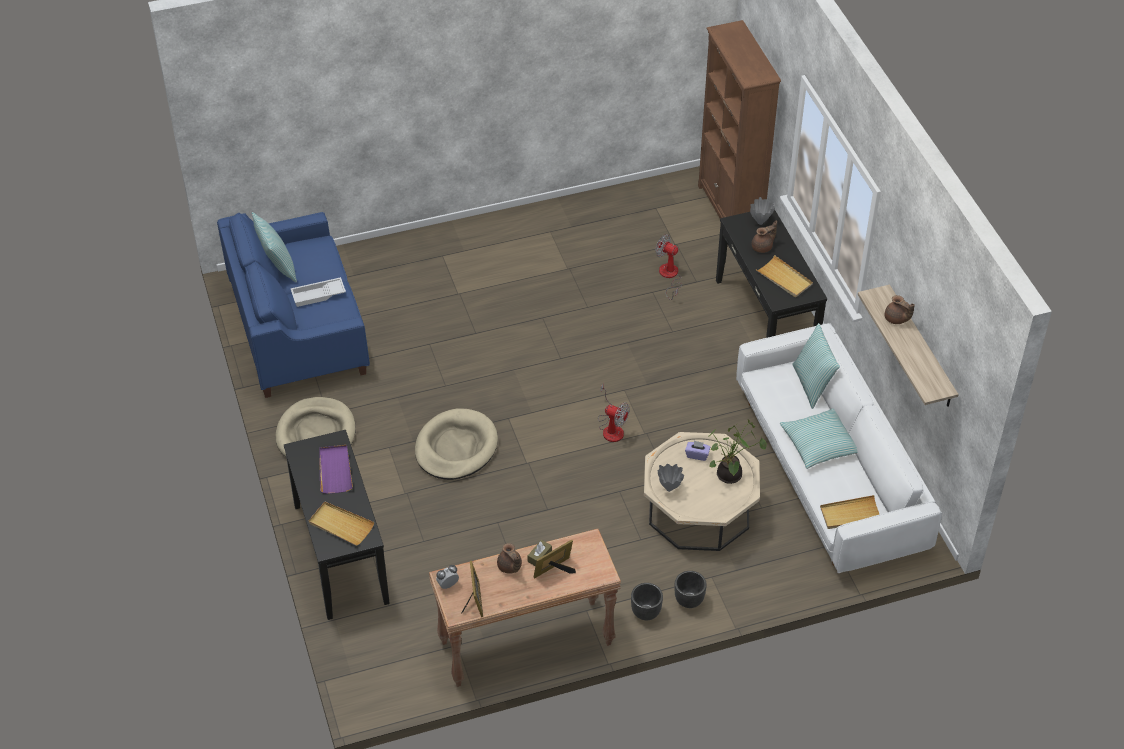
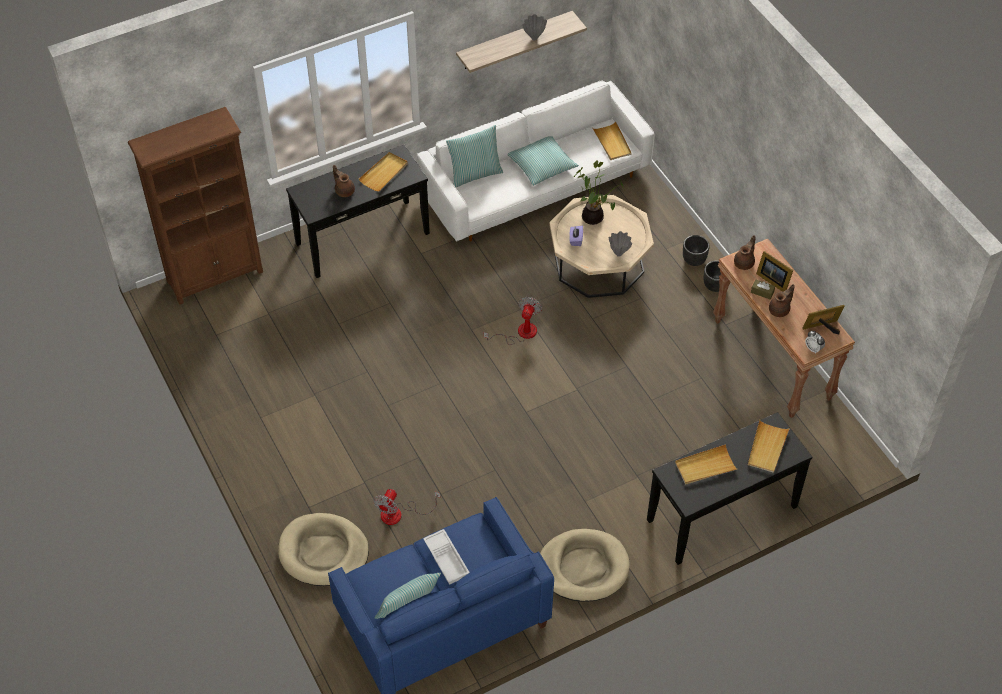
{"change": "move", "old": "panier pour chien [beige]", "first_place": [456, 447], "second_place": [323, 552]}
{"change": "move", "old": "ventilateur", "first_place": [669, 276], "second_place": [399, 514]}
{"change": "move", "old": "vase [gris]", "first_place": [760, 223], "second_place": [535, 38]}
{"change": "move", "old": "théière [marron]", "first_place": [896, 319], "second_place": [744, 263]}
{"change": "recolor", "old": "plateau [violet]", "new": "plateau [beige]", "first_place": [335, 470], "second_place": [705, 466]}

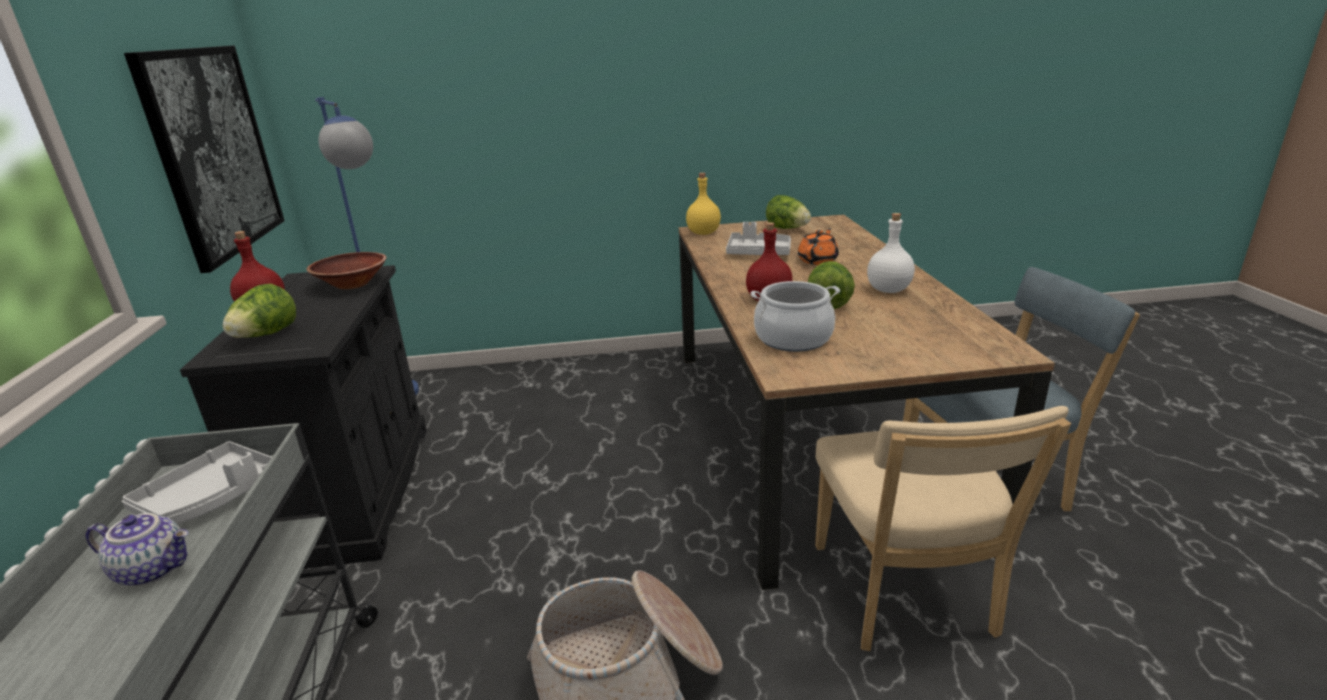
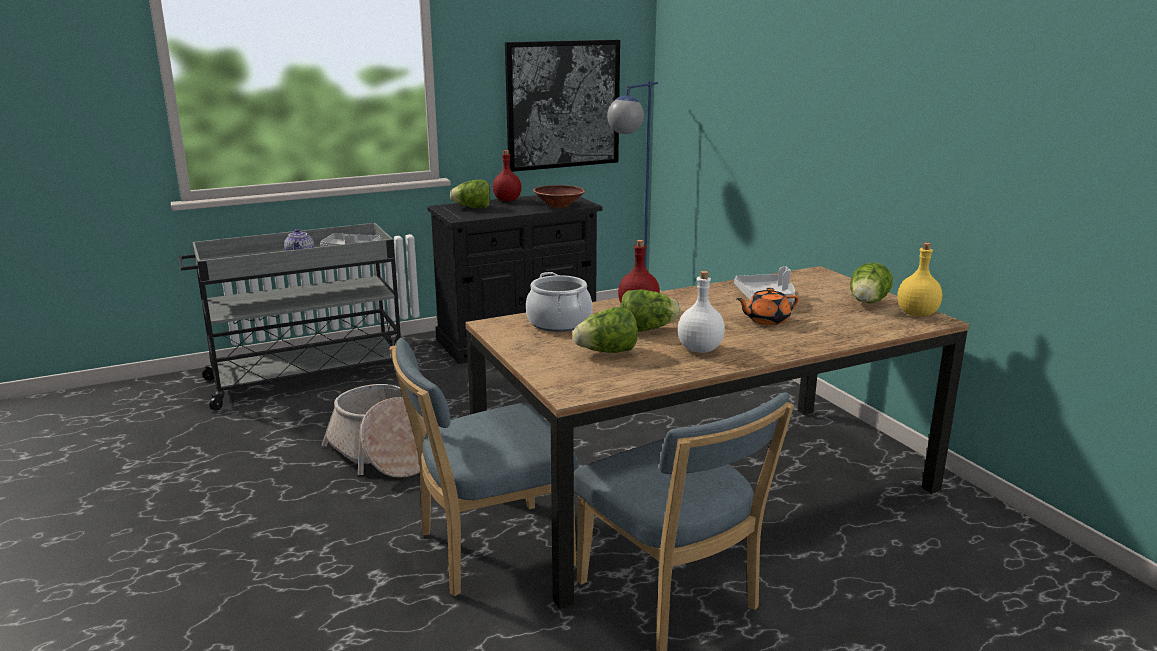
{"change": "insert", "new": "laitue", "second_place": [607, 352]}
{"change": "move", "old": "bouteille [jaune]", "first_place": [703, 233], "second_place": [917, 314]}
{"change": "recolor", "old": "chaise [beige]", "new": "chaise [bleu]", "first_place": [905, 596], "second_place": [487, 551]}
{"change": "rotate", "old": "théière [orange]", "first_place": [818, 260], "second_place": [766, 320], "degrees": 150}

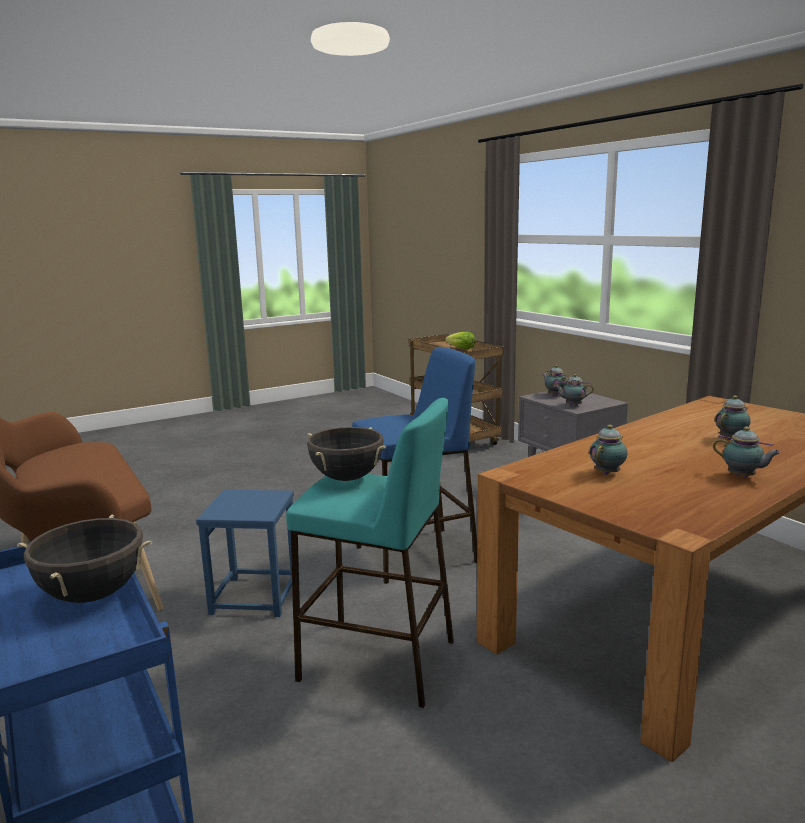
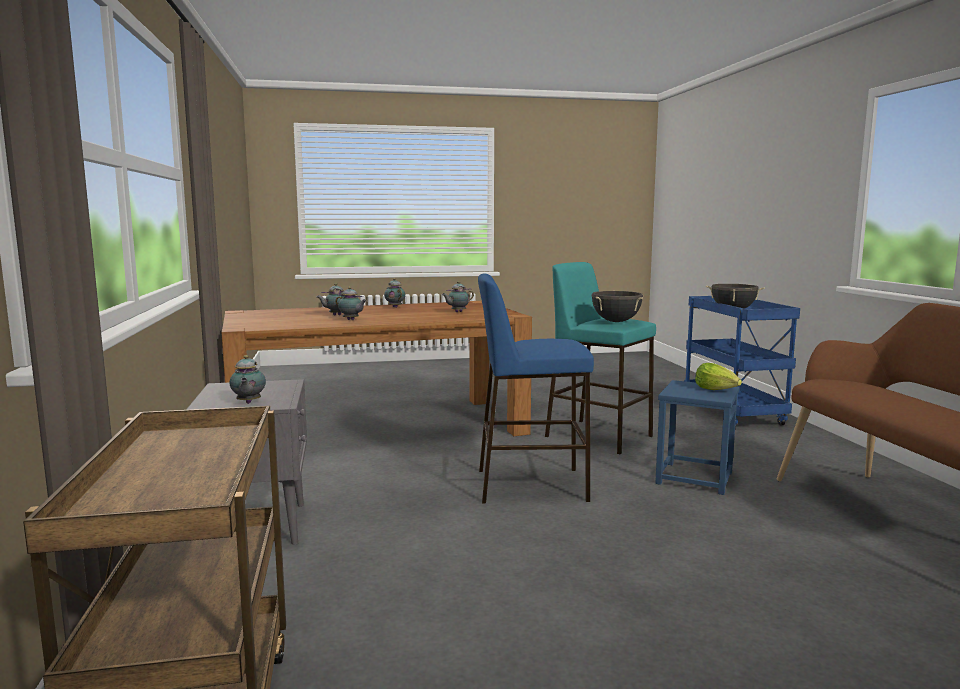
{"change": "move", "old": "laitue", "first_place": [460, 348], "second_place": [716, 390]}
{"change": "move", "old": "théière", "first_place": [572, 405], "second_place": [351, 320]}

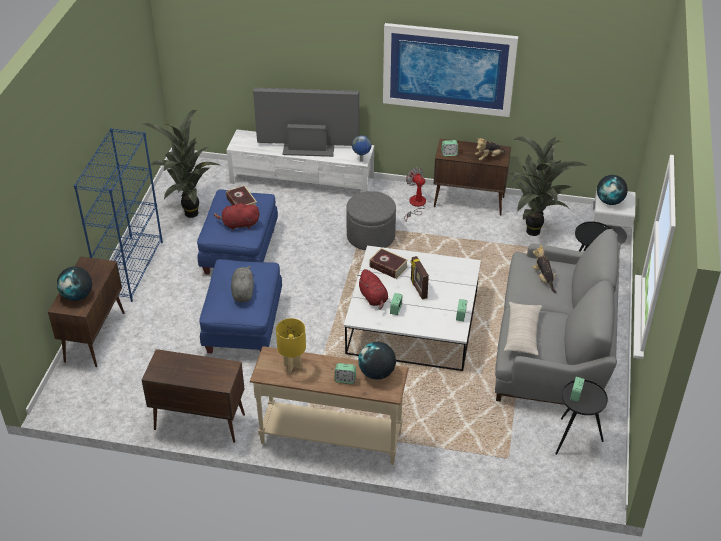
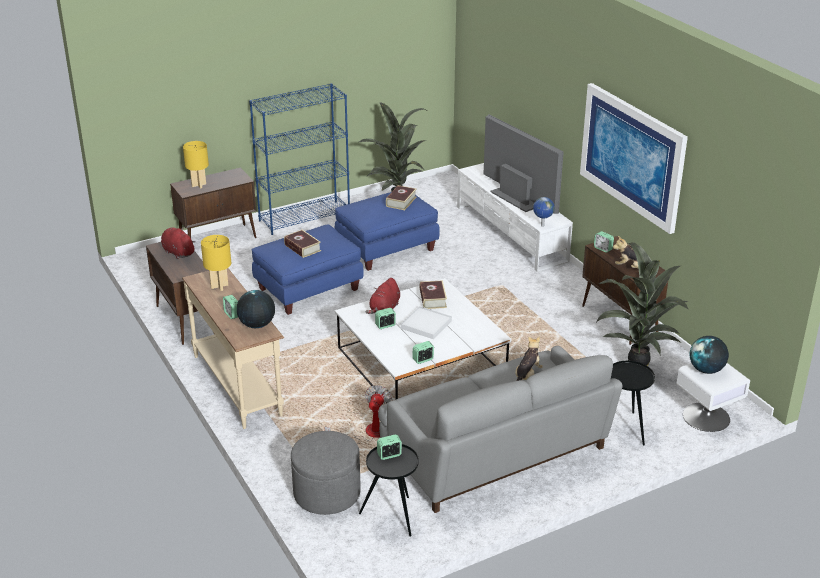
{"change": "delete", "old": "coussin [beige]", "first_place": [522, 333]}
{"change": "move", "old": "peluche [rouge]", "first_place": [239, 224], "second_place": [178, 252]}
{"change": "move", "old": "pouf [gris]", "first_place": [371, 236], "second_place": [327, 493]}
{"change": "move", "old": "ventilateur", "first_place": [416, 205], "second_place": [368, 433]}
{"change": "replace", "old": "globe", "new": "lampe de table [jaune]", "first_place": [77, 296], "second_place": [199, 185]}
{"change": "replace", "old": "peluche [gris]", "new": "livre", "first_place": [243, 292], "second_place": [302, 248]}
{"change": "replace", "old": "cadre photo", "new": "plateau [blanc]", "first_place": [418, 289], "second_place": [426, 325]}

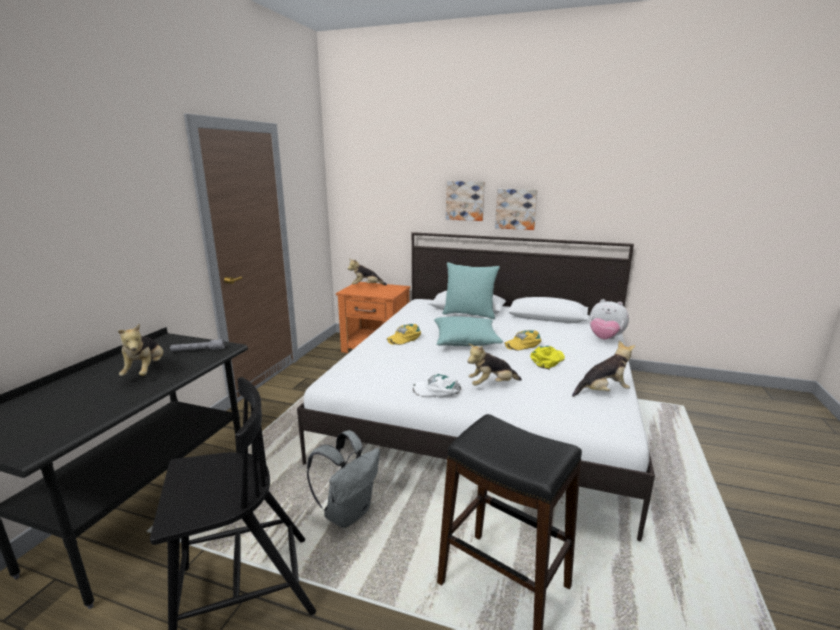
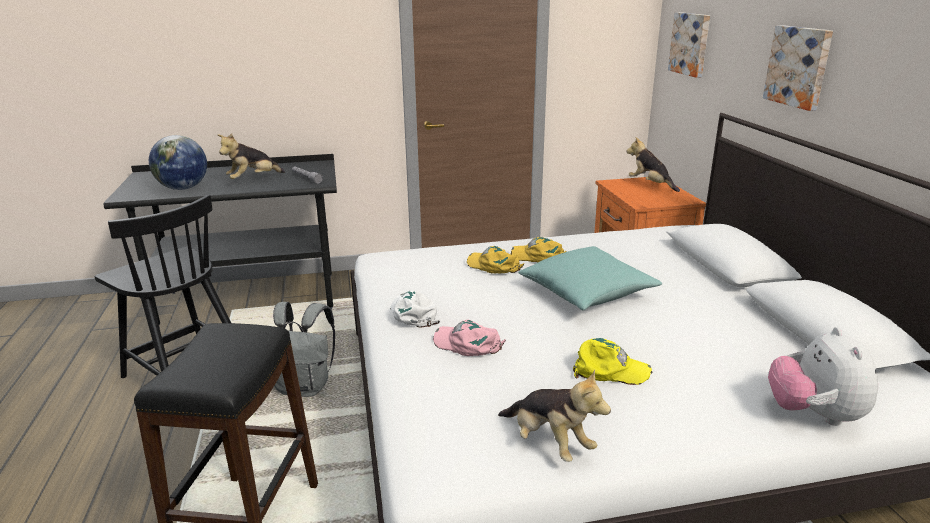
{"change": "delete", "old": "coussin [turquoise]", "first_place": [469, 314]}
{"change": "insert", "new": "globe", "second_place": [183, 188]}
{"change": "move", "old": "tableau", "first_place": [516, 209], "second_place": [691, 44]}
{"change": "move", "old": "casquette [jaune]", "first_place": [523, 344], "second_place": [494, 266]}
{"change": "replace", "old": "peluche", "new": "casquette [rose]", "first_place": [491, 385], "second_place": [468, 344]}

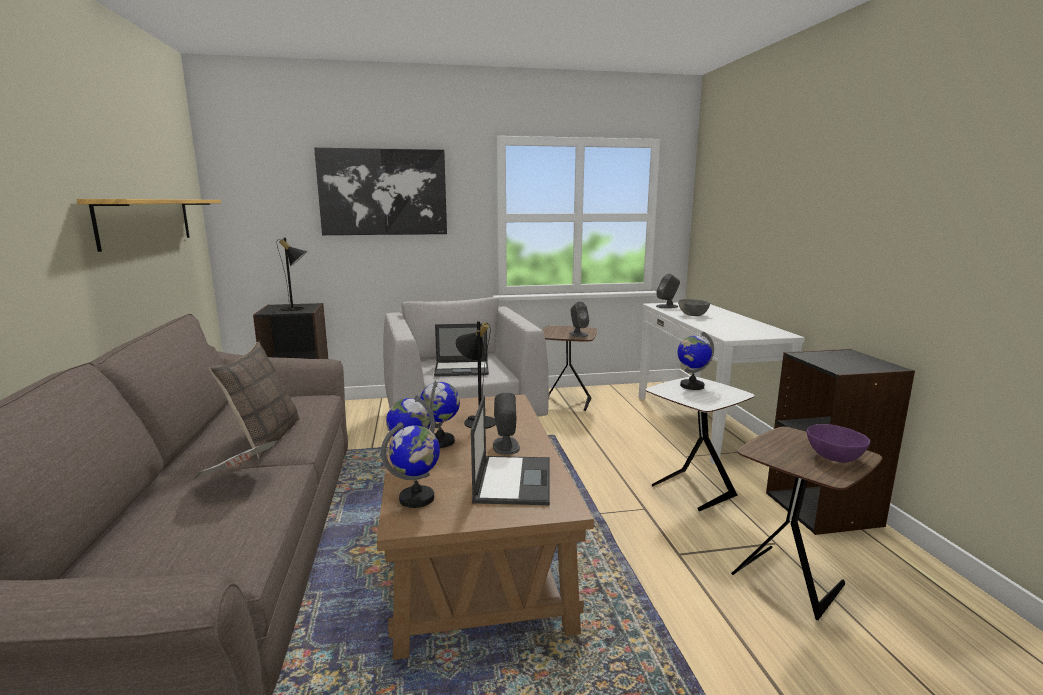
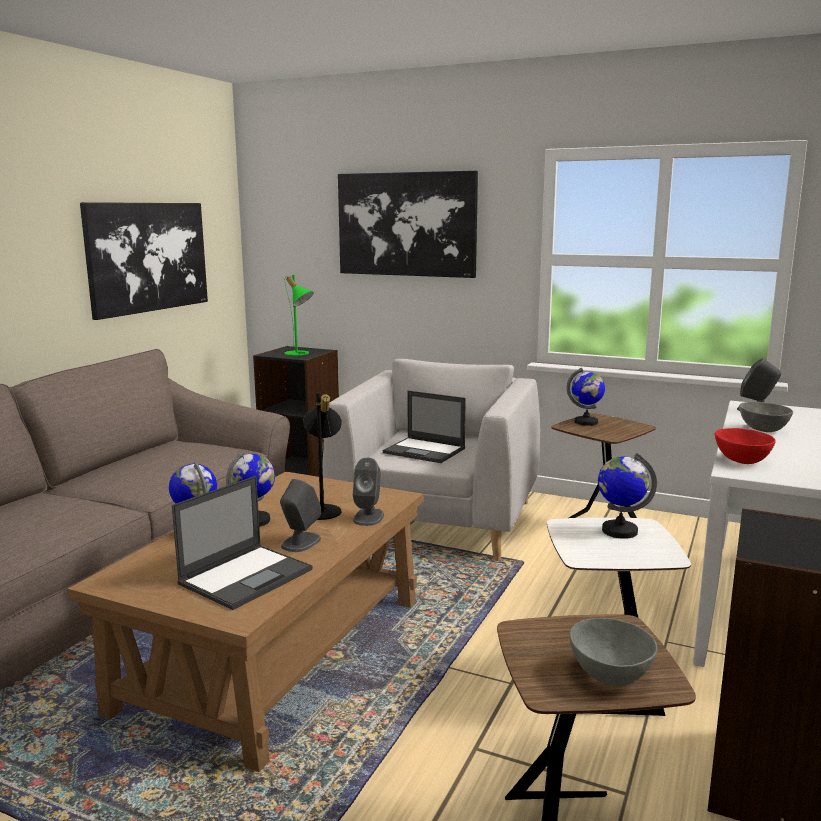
{"change": "delete", "old": "journal", "first_place": [237, 480]}
{"change": "delete", "old": "coussin", "first_place": [265, 438]}
{"change": "insert", "new": "bol [rouge]", "second_place": [741, 460]}
{"change": "move", "old": "globe", "first_place": [417, 499], "second_place": [586, 422]}
{"change": "move", "old": "enceinte [gris]", "first_place": [578, 334], "second_place": [368, 517]}
{"change": "replace", "old": "étagère", "new": "tableau", "first_place": [146, 221], "second_place": [148, 257]}
{"change": "recolor", "old": "lampe de table [noir]", "new": "lampe de table [vert]", "first_place": [296, 309], "second_place": [299, 354]}
{"change": "recolor", "old": "bol [violet]", "new": "bol [gris]", "first_place": [833, 457], "second_place": [610, 673]}

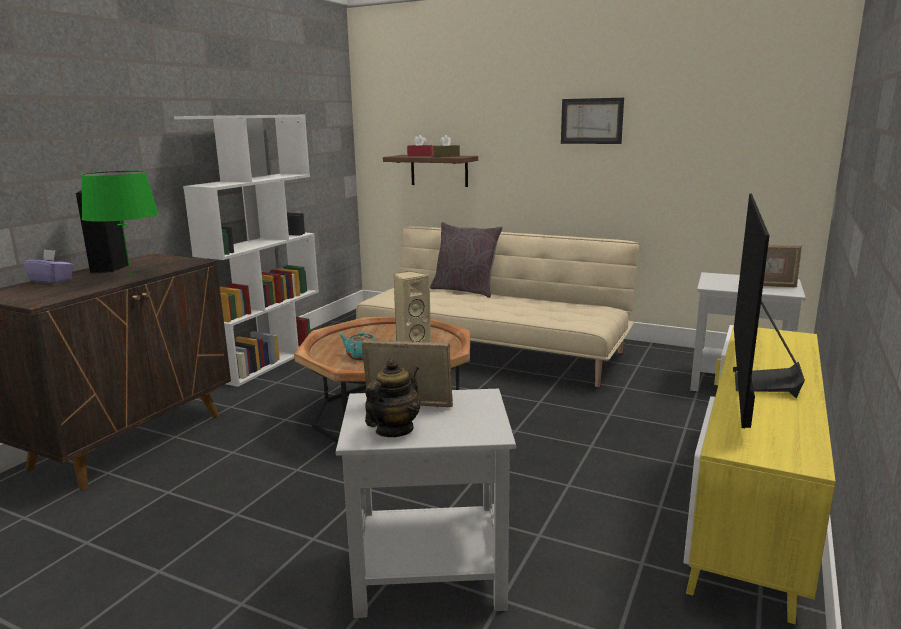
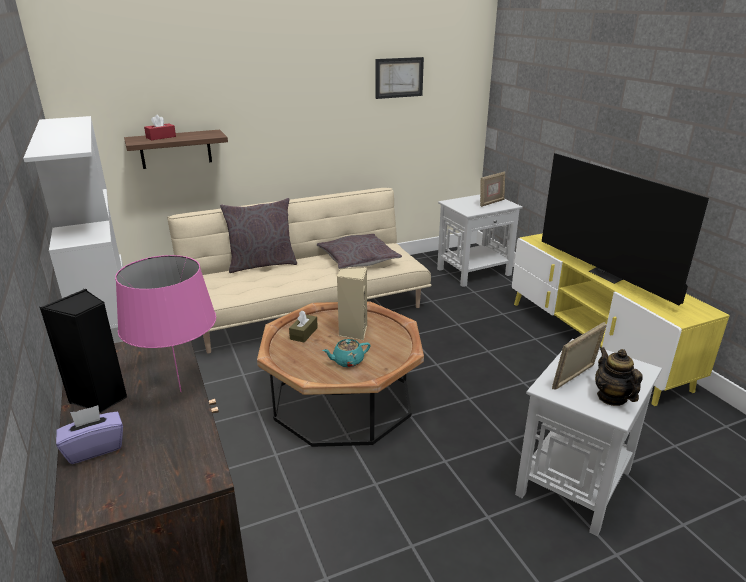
{"change": "insert", "new": "coussin [gris]", "second_place": [357, 259]}
{"change": "move", "old": "boîte à mouchoirs [marron]", "first_place": [446, 156], "second_place": [303, 333]}
{"change": "move", "old": "tableau", "first_place": [591, 121], "second_place": [399, 77]}
{"change": "recolor", "old": "lampe de table [vert]", "new": "lampe de table [rose]", "first_place": [130, 277], "second_place": [180, 392]}

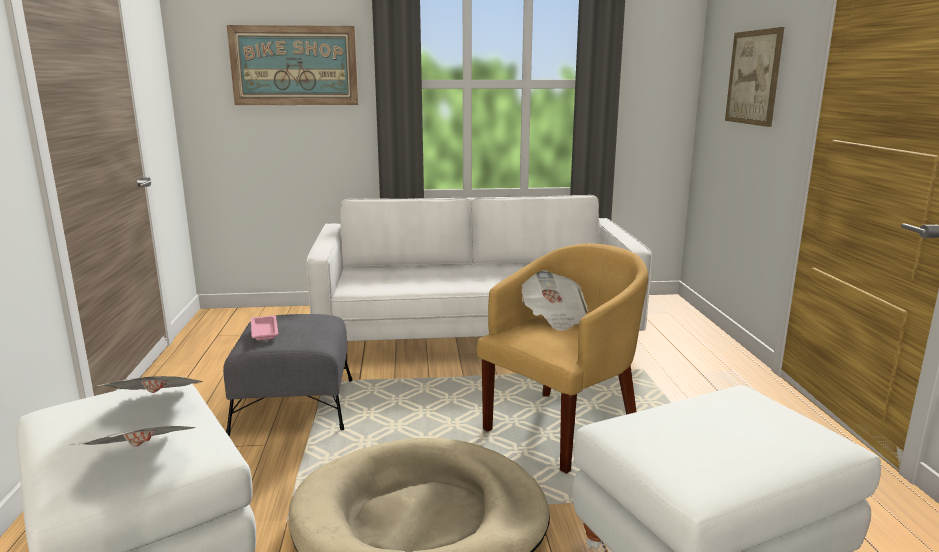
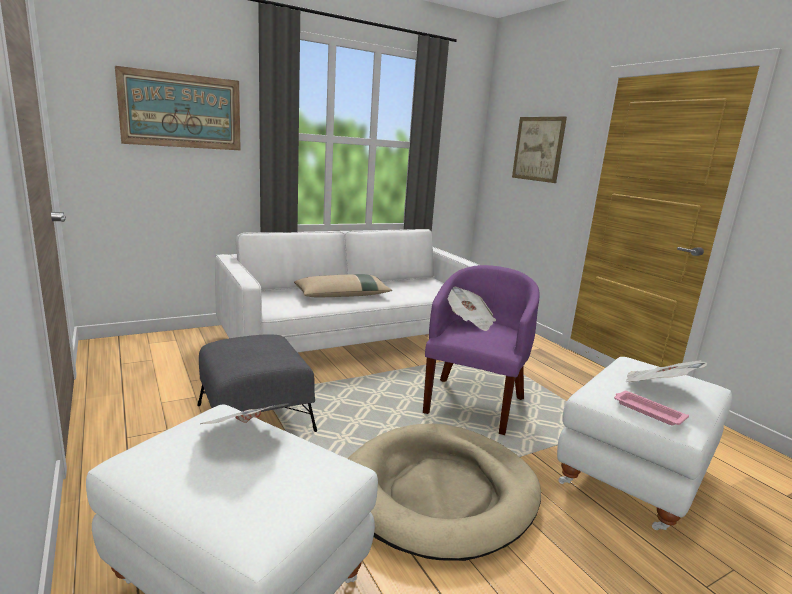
{"change": "insert", "new": "coussin [beige]", "second_place": [343, 295]}
{"change": "move", "old": "journal", "first_place": [142, 461], "second_place": [657, 388]}
{"change": "move", "old": "plateau [rose]", "first_place": [264, 330], "second_place": [647, 411]}
{"change": "recolor", "old": "fauteuil [jaune]", "new": "fauteuil [violet]", "first_place": [562, 428], "second_place": [474, 403]}

